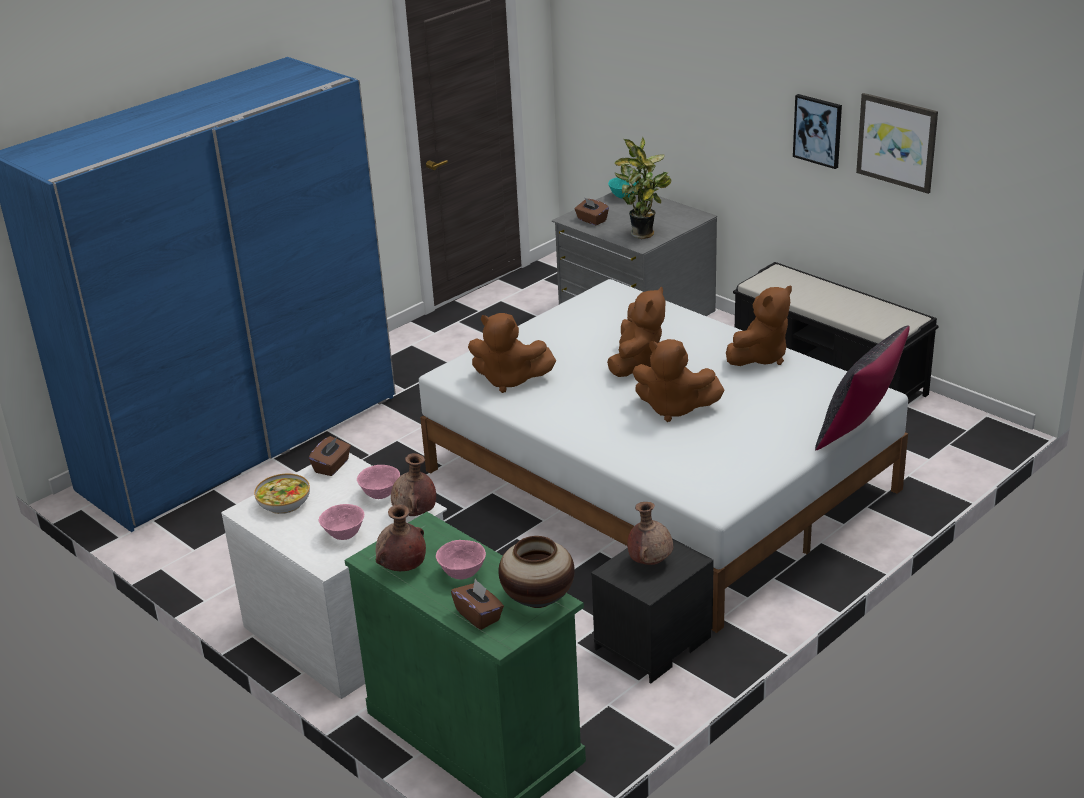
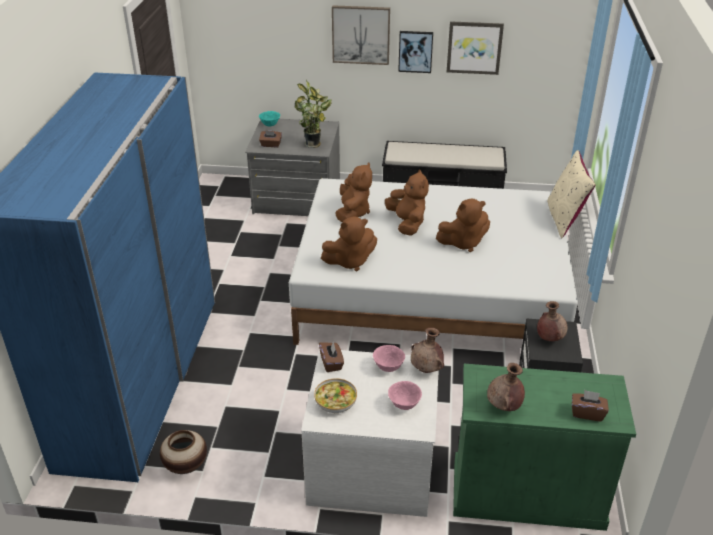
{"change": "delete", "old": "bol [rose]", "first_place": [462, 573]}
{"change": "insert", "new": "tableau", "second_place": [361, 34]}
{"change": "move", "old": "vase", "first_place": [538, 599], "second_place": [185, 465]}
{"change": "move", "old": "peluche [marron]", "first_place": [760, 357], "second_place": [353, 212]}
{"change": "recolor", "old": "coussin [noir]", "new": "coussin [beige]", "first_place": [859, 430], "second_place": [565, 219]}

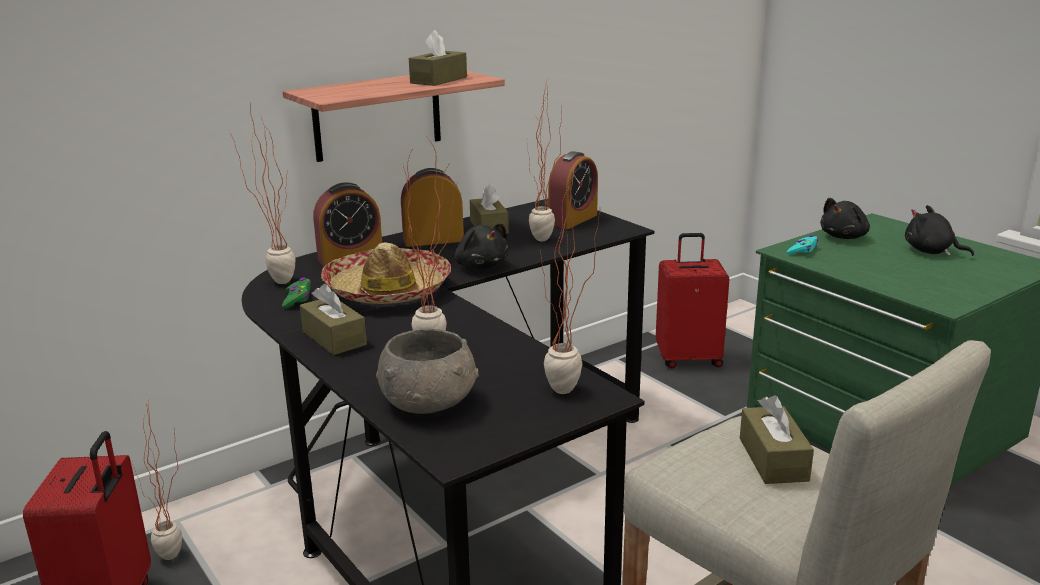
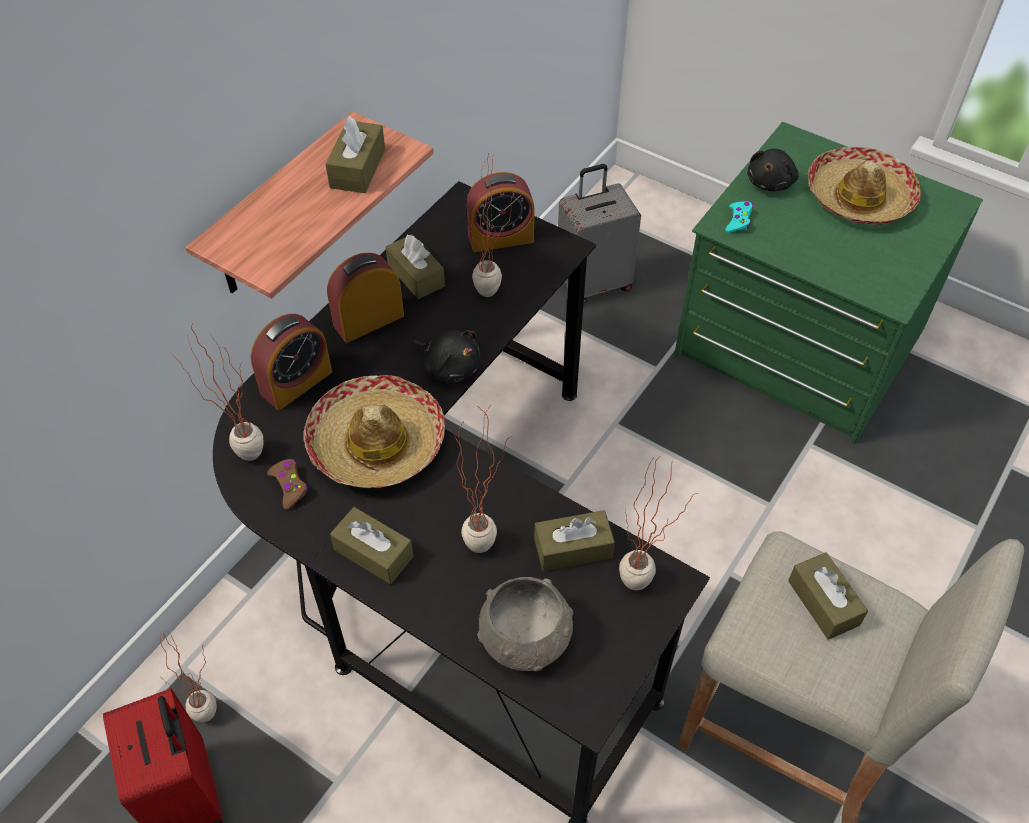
{"change": "insert", "new": "boîte à mouchoirs [marron]", "second_place": [573, 548]}
{"change": "replace", "old": "peluche [noir]", "new": "chapeau", "first_place": [931, 252], "second_place": [859, 197]}
{"change": "recolor", "old": "manette [vert]", "new": "manette [marron]", "first_place": [297, 299], "second_place": [289, 486]}
{"change": "recolor", "old": "valise [rouge]", "new": "valise [gris]", "first_place": [688, 358], "second_place": [593, 283]}
{"change": "rotate", "old": "réveil", "first_place": [573, 220], "second_place": [500, 238], "degrees": 60}

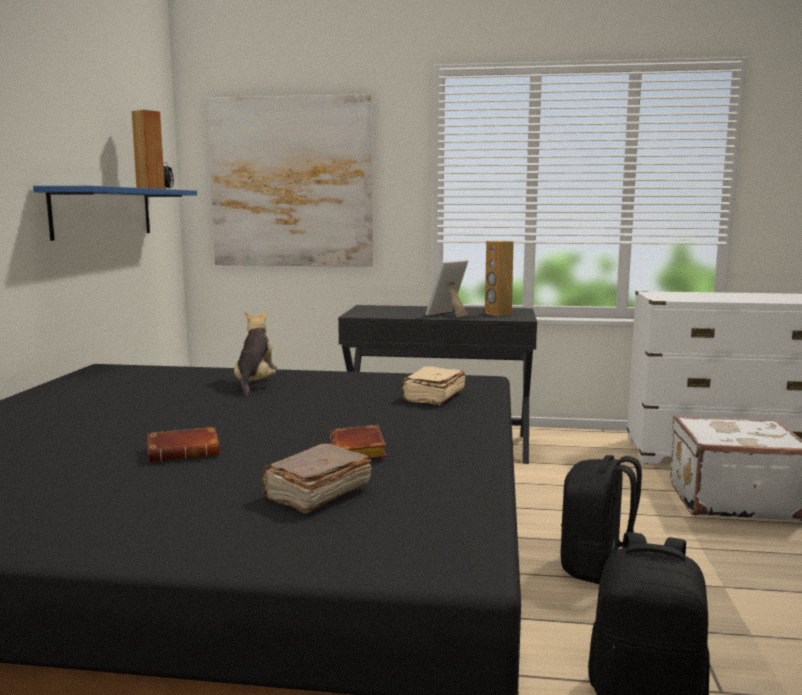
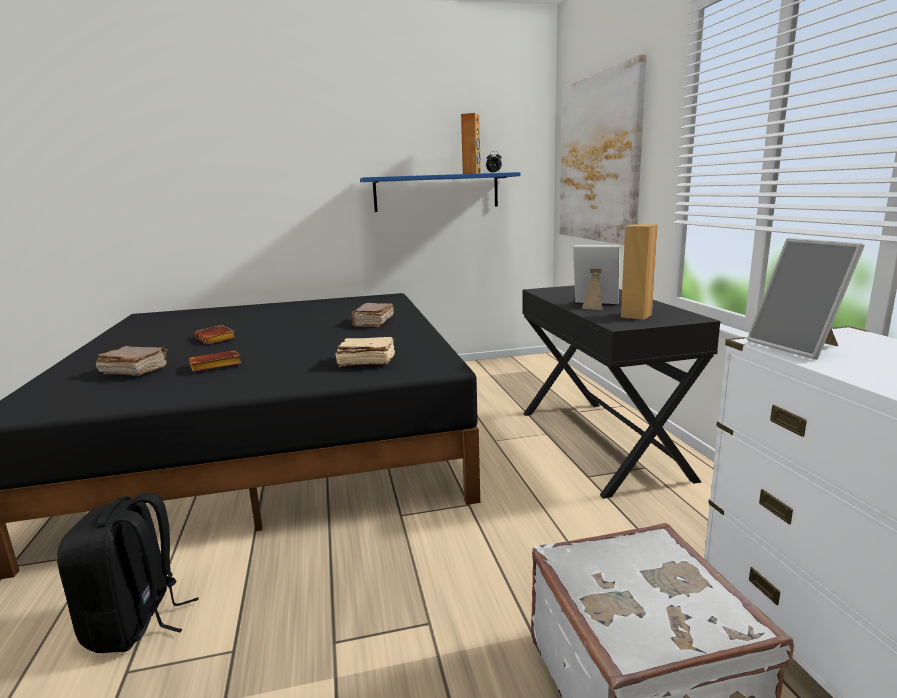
{"change": "delete", "old": "sac à dos [noir]", "first_place": [598, 568]}
{"change": "insert", "new": "cadre photo", "second_place": [799, 347]}
{"change": "replace", "old": "peluche", "new": "livre [marron]", "first_place": [255, 384], "second_place": [373, 322]}

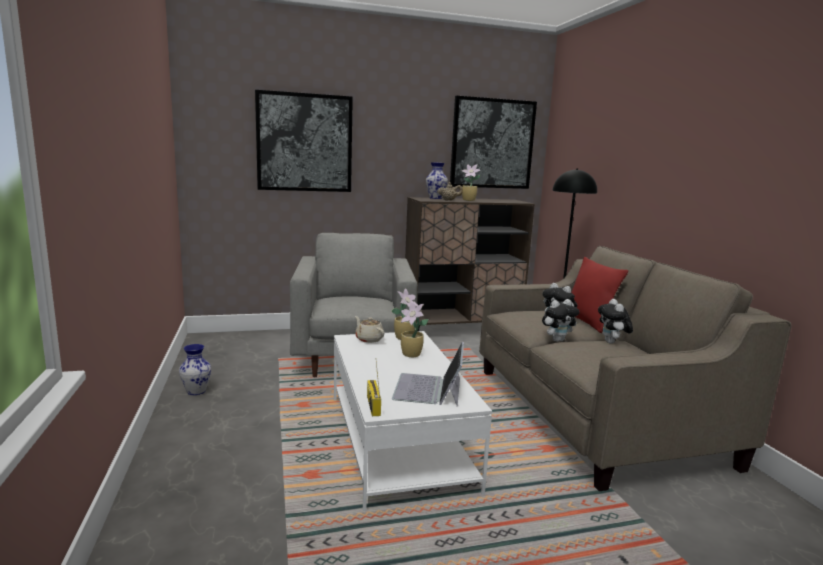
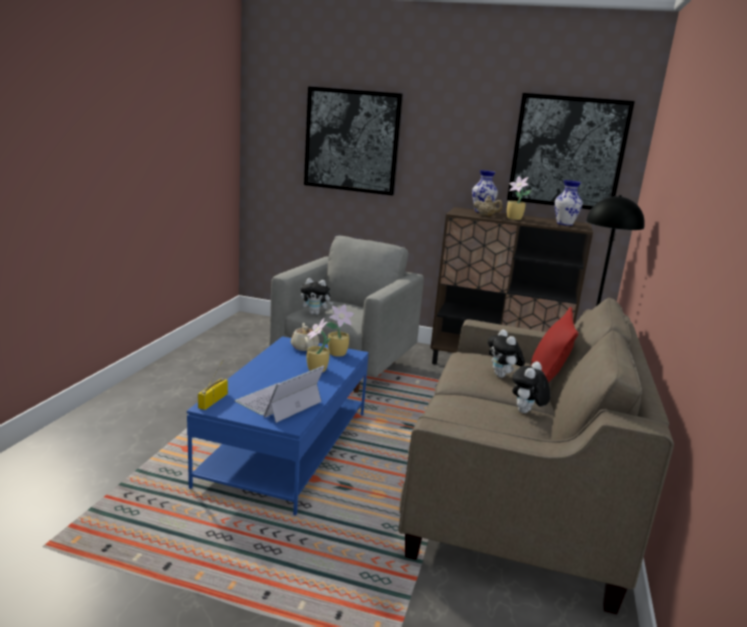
{"change": "move", "old": "vase", "first_place": [196, 391], "second_place": [564, 224]}
{"change": "move", "old": "peluche", "first_place": [557, 340], "second_place": [315, 313]}
{"change": "recolor", "old": "table basse [blanc]", "new": "table basse [bleu]", "first_place": [398, 441], "second_place": [287, 448]}

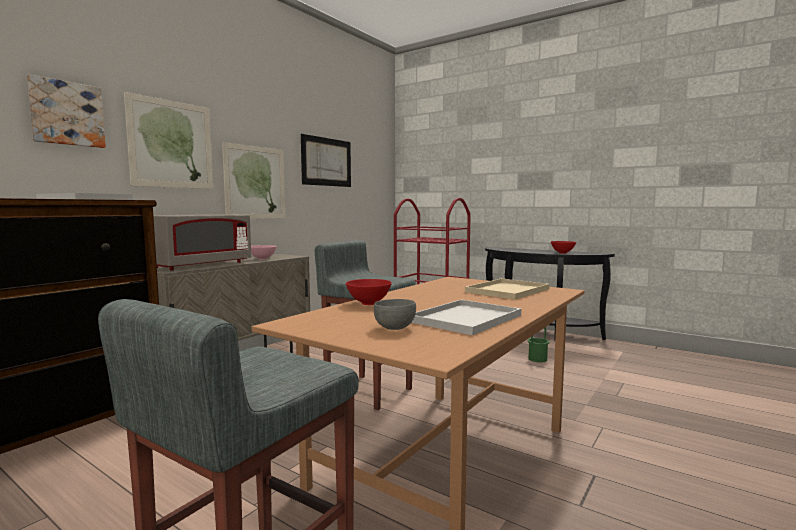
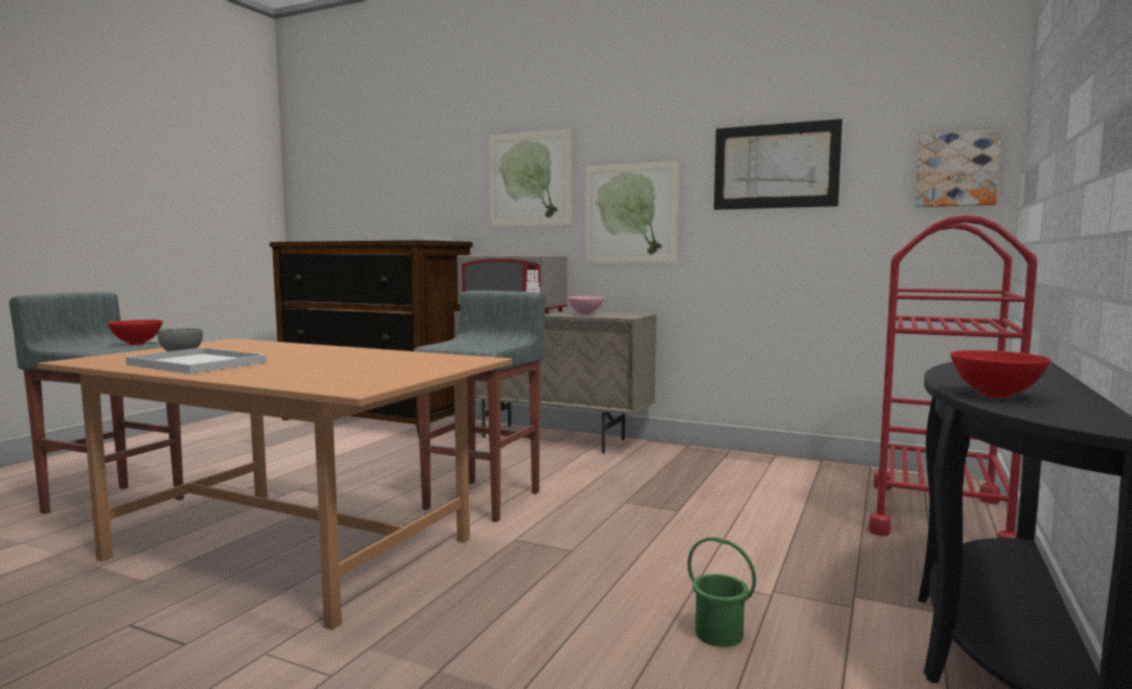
{"change": "delete", "old": "plateau [beige]", "first_place": [507, 291]}
{"change": "move", "old": "tableau", "first_place": [67, 114], "second_place": [956, 170]}
{"change": "move", "old": "bol [rouge]", "first_place": [369, 303], "second_place": [136, 344]}

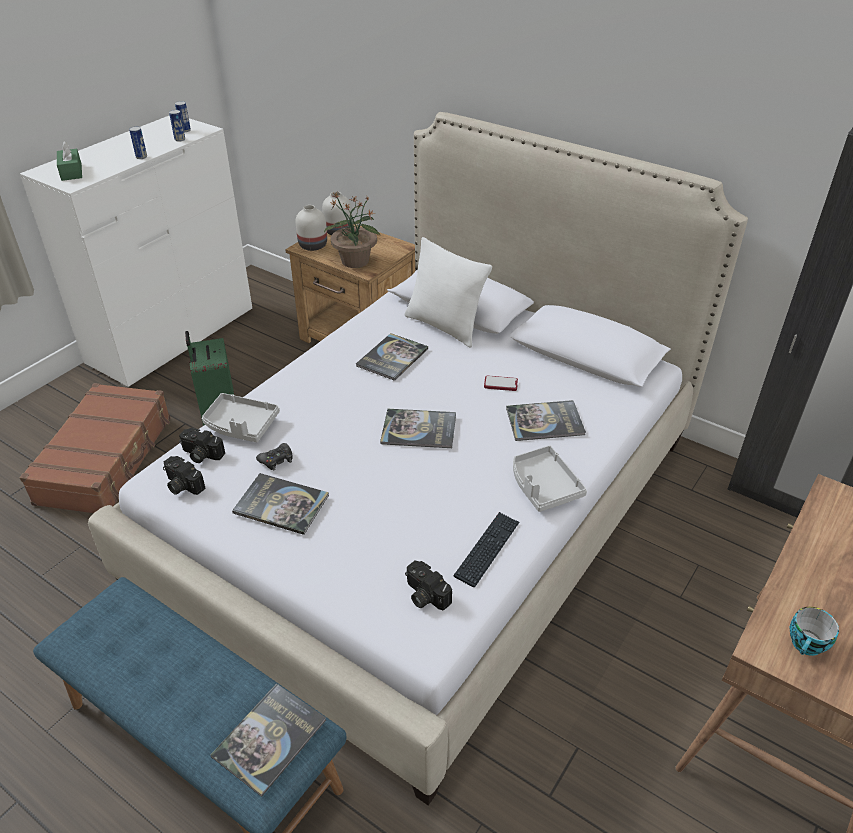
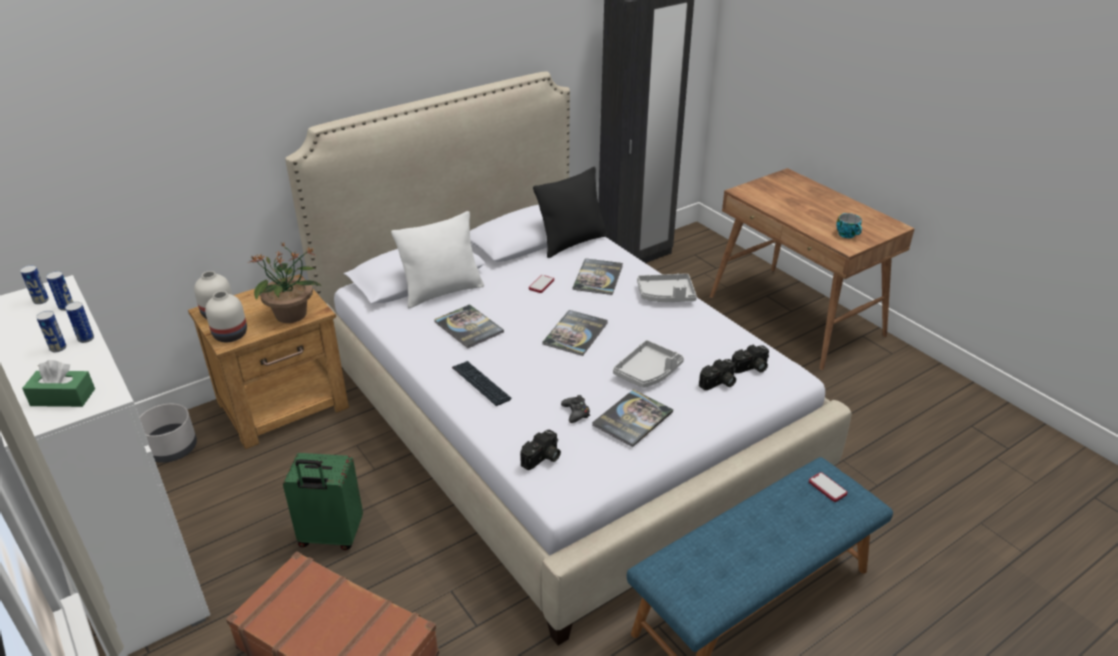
{"change": "insert", "new": "boîte métallique", "second_place": [58, 348]}
{"change": "insert", "new": "cache-pot [gris]", "second_place": [172, 449]}
{"change": "insert", "new": "coussin [noir]", "second_place": [572, 242]}
{"change": "move", "old": "appareil photo", "first_place": [181, 485], "second_place": [719, 383]}
{"change": "move", "old": "plateau [gris]", "first_place": [241, 425], "second_place": [648, 372]}
{"change": "move", "old": "clavier", "first_place": [487, 549], "second_place": [481, 384]}
{"change": "replace", "old": "livre", "new": "téléphone", "first_place": [269, 738], "second_place": [827, 488]}

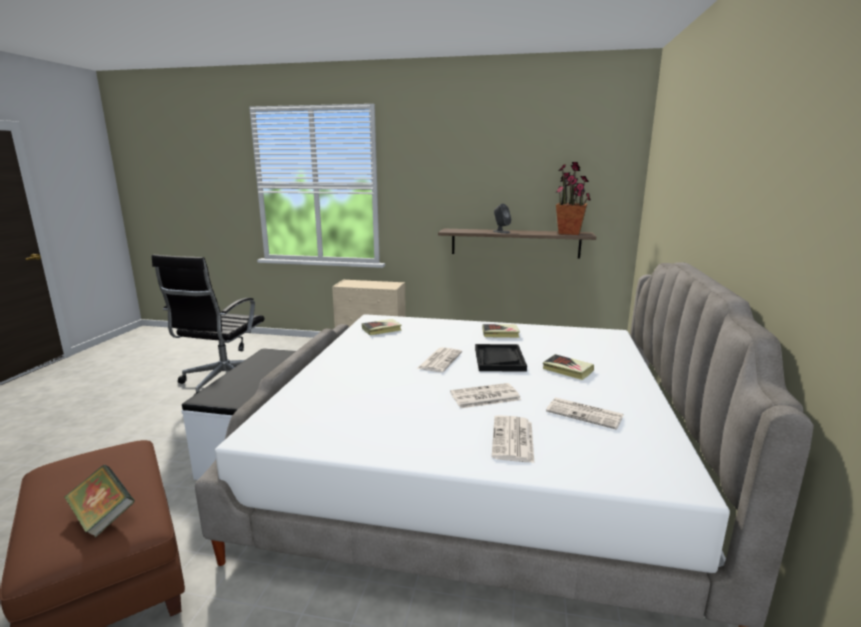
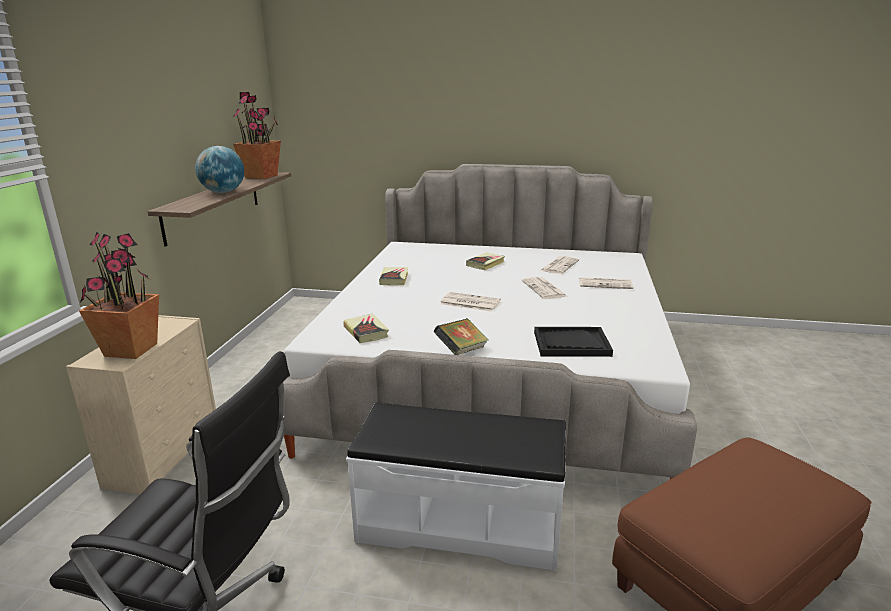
{"change": "insert", "new": "plante en pot", "second_place": [131, 349]}
{"change": "move", "old": "livre", "first_place": [103, 516], "second_place": [461, 351]}
{"change": "move", "old": "plateau [noir]", "first_place": [499, 359], "second_place": [571, 344]}
{"change": "replace", "old": "enceinte [gris]", "new": "globe", "first_place": [501, 232], "second_place": [223, 192]}

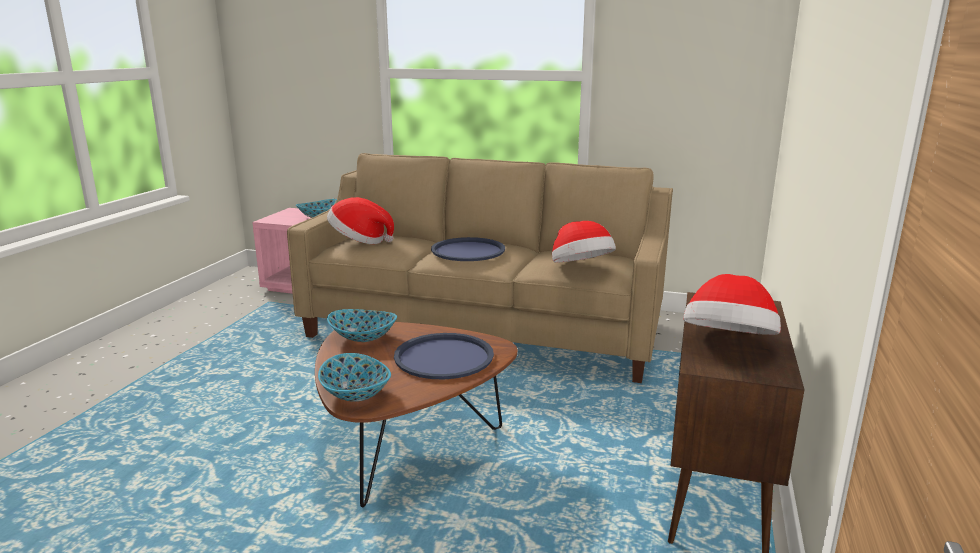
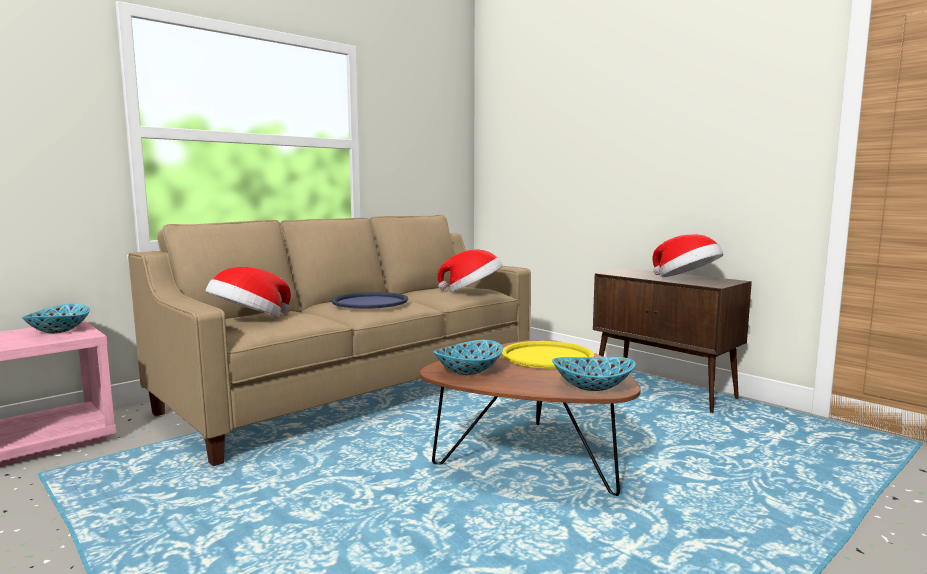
{"change": "recolor", "old": "plateau [bleu]", "new": "plateau [jaune]", "first_place": [444, 357], "second_place": [547, 356]}

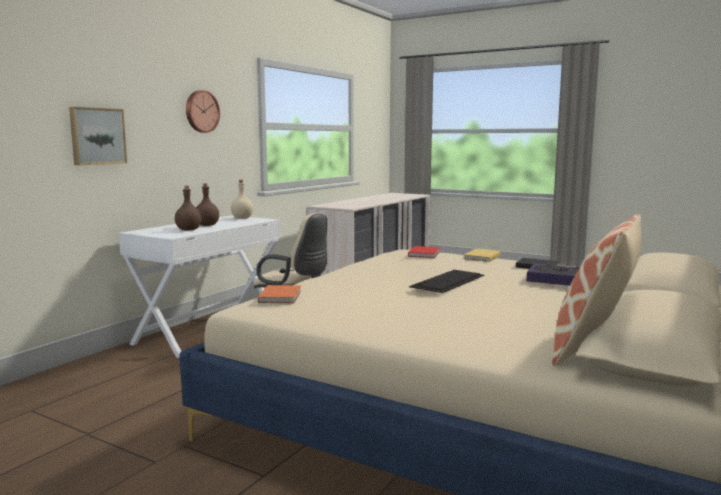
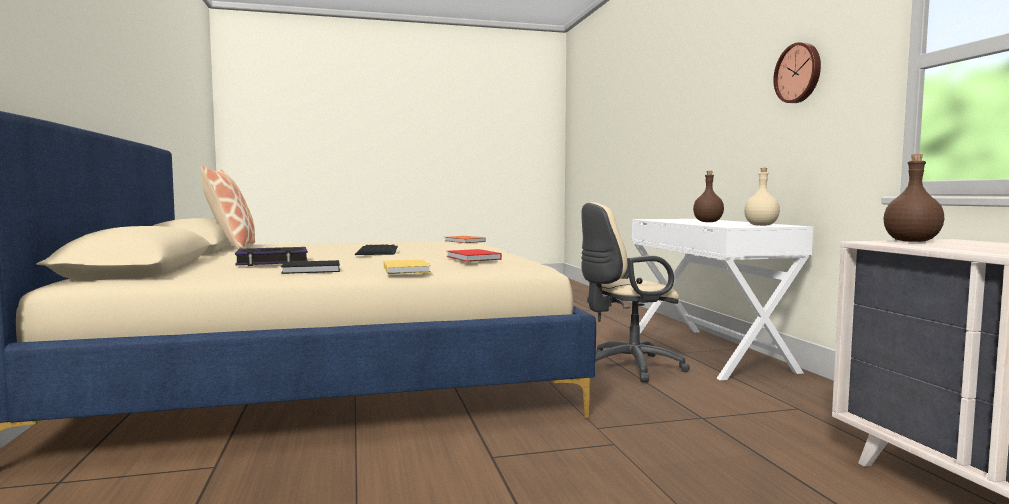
{"change": "delete", "old": "tableau", "first_place": [97, 136]}
{"change": "move", "old": "bouteille [marron]", "first_place": [189, 230], "second_place": [910, 241]}

